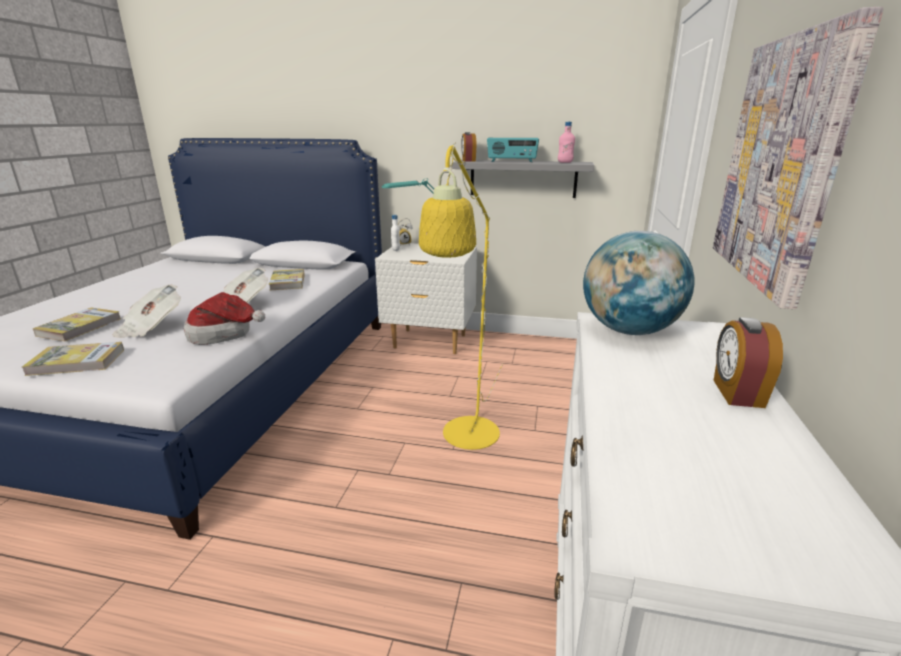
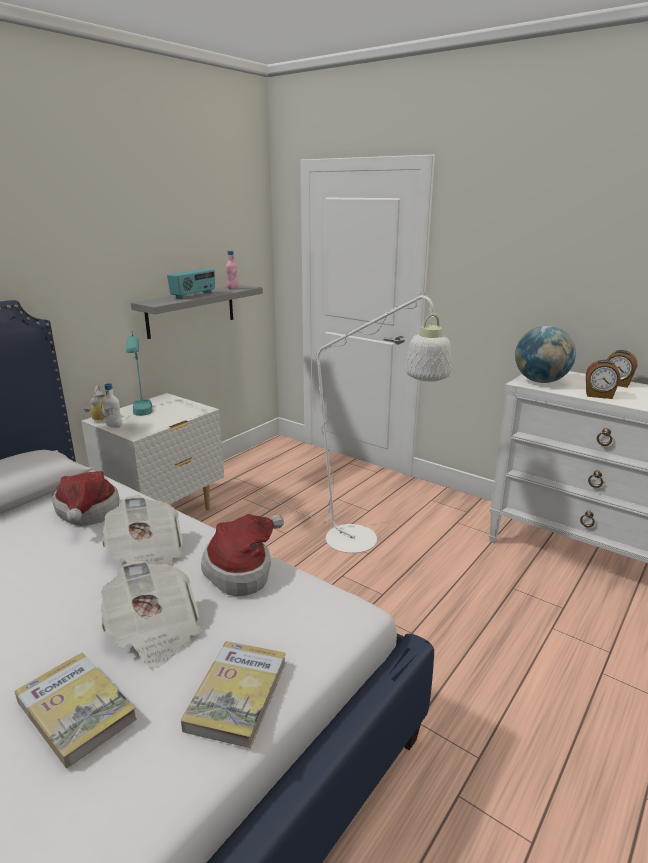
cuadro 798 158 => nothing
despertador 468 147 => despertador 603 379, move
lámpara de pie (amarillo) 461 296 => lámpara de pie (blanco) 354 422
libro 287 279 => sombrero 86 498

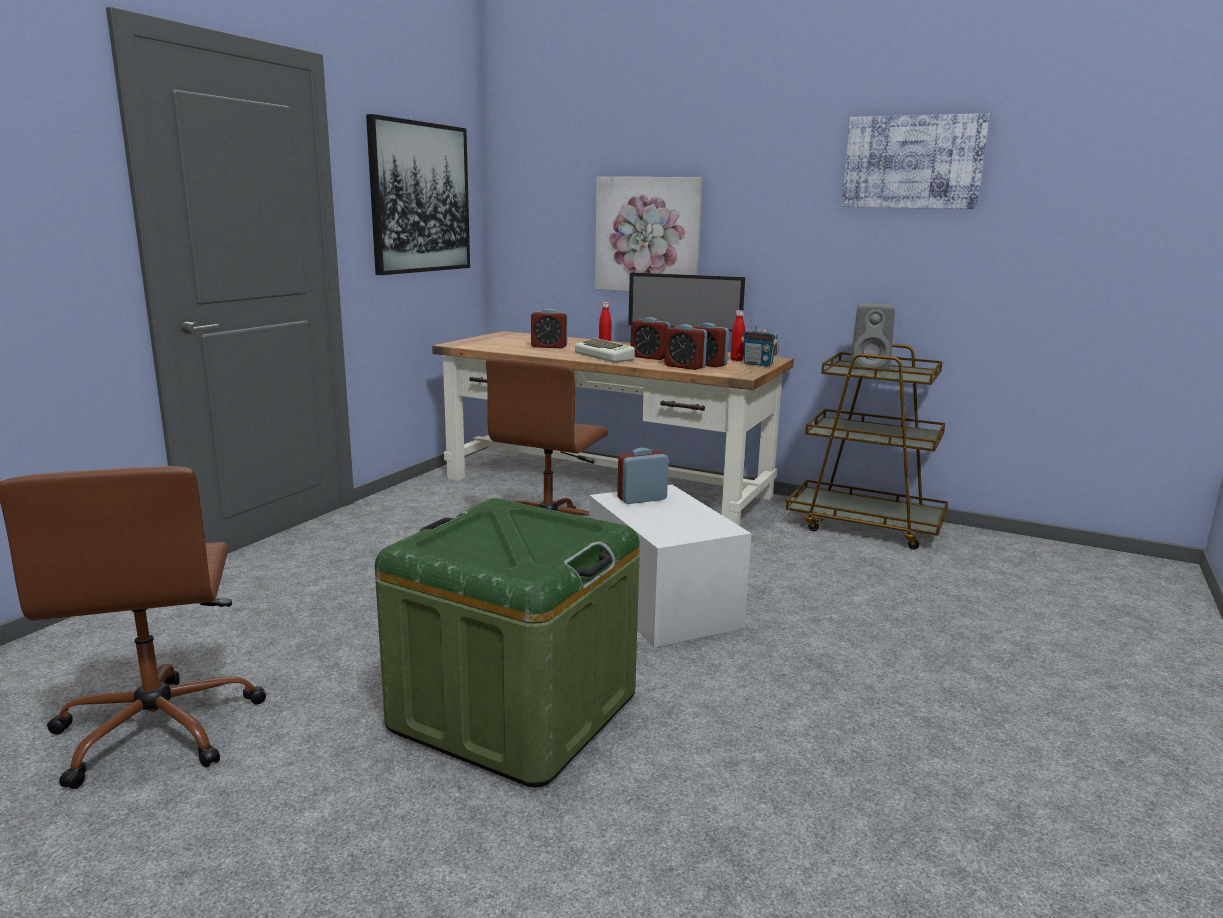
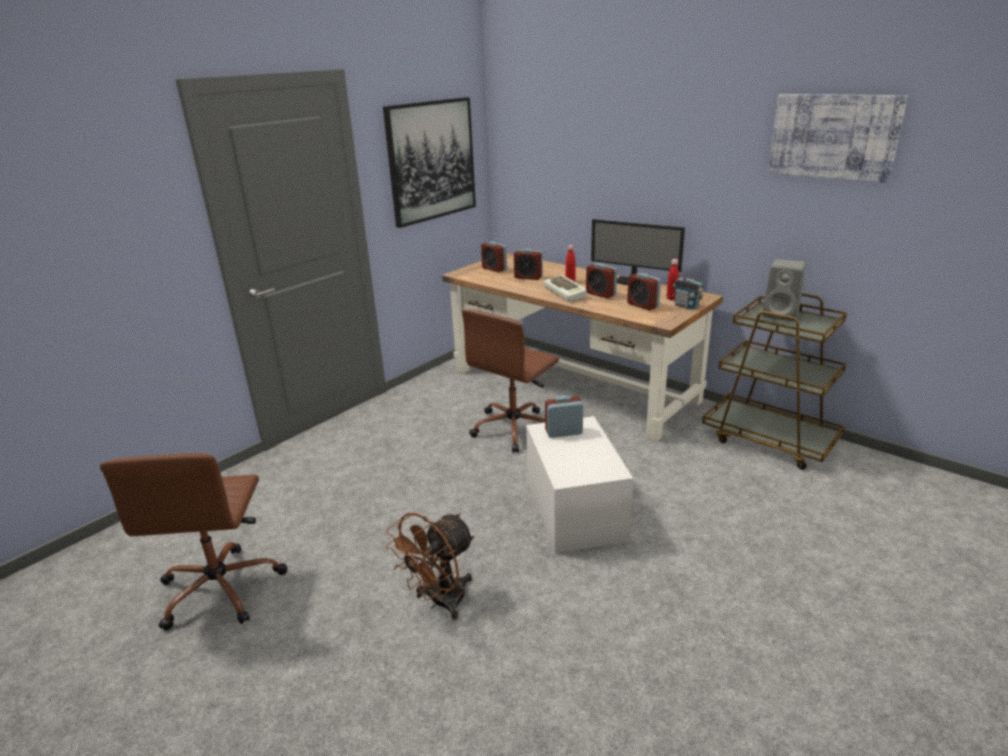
cuadro 648 234 => nothing
despertador 686 347 => despertador 494 256, move
caja de almacenaje (verde) 507 643 => ventilador (marrón) 430 566

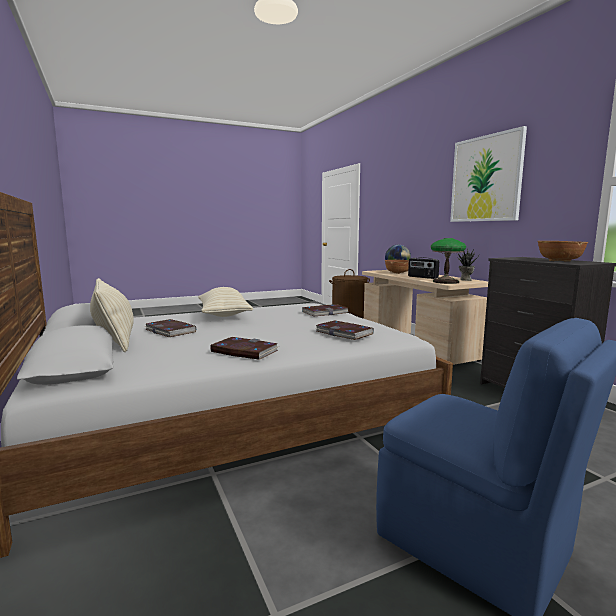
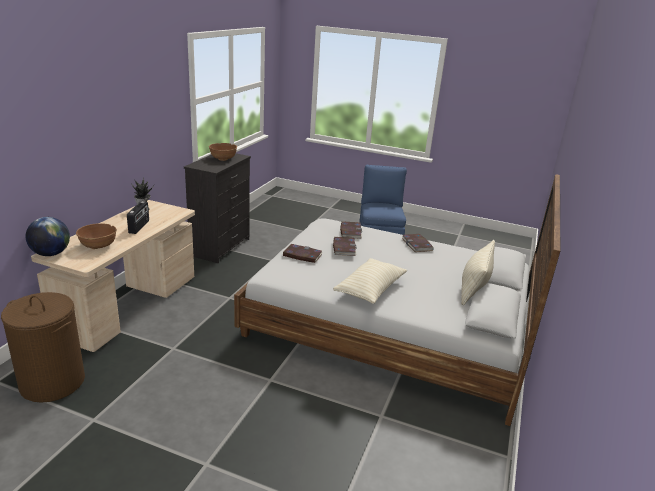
cuadro 488 174 => nothing
lámpara de mesa 448 261 => nothing
libro 170 328 => libro 344 246, move

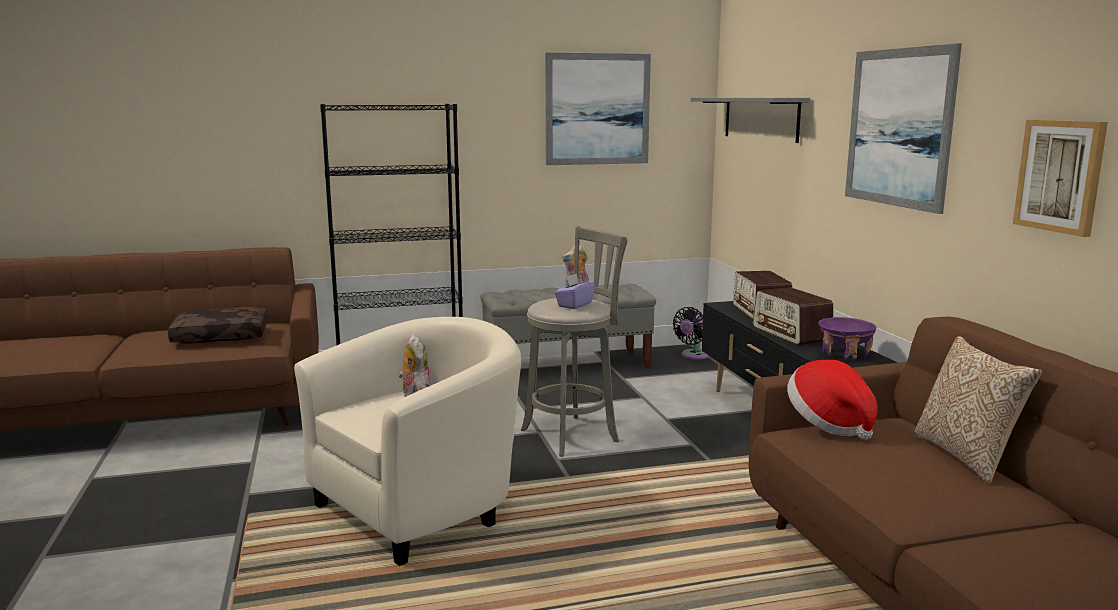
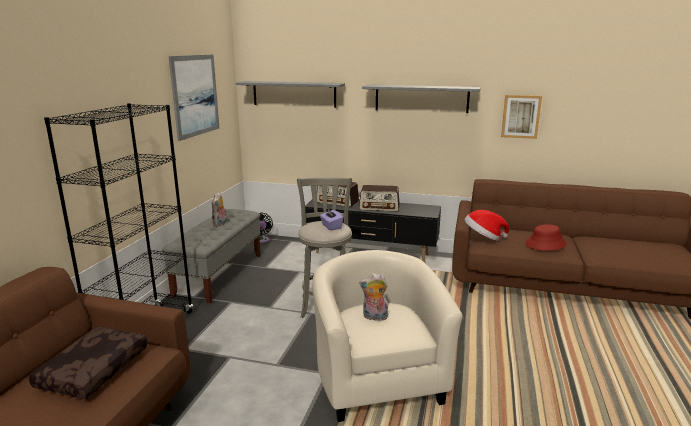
cuadro 903 128 => estante (gris) 421 99
cuenco (morado) 847 338 => nothing
cojín 978 410 => nothing
nothing => sombrero (rojo) 546 237

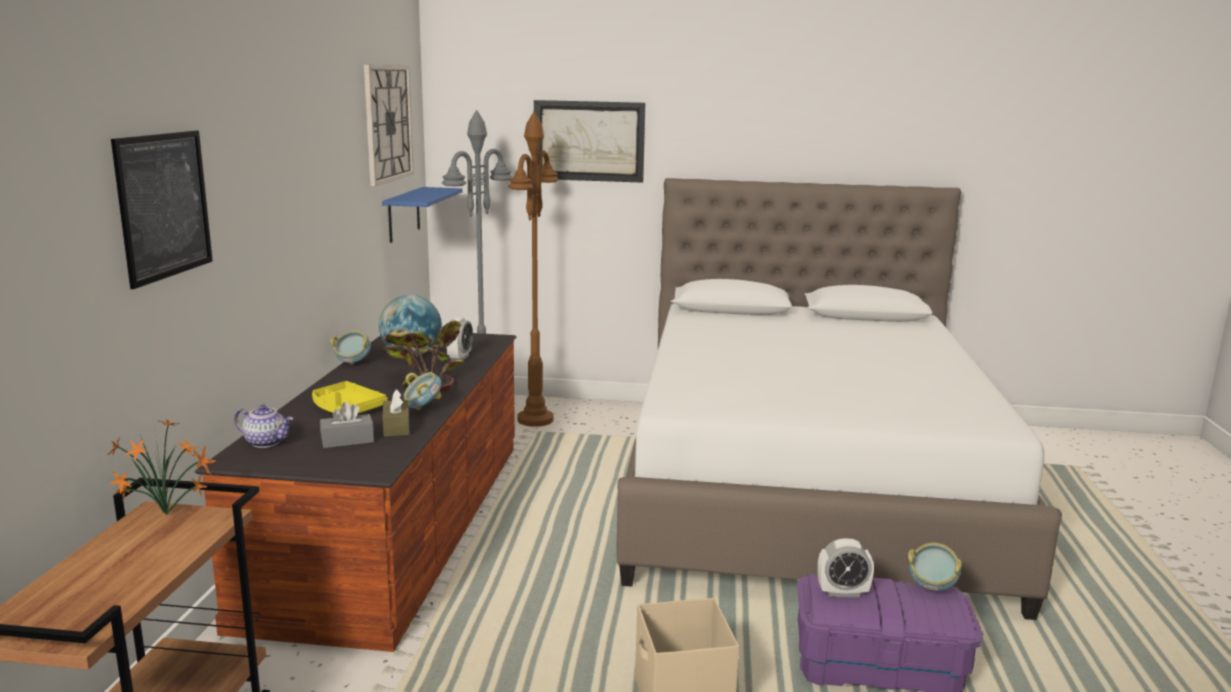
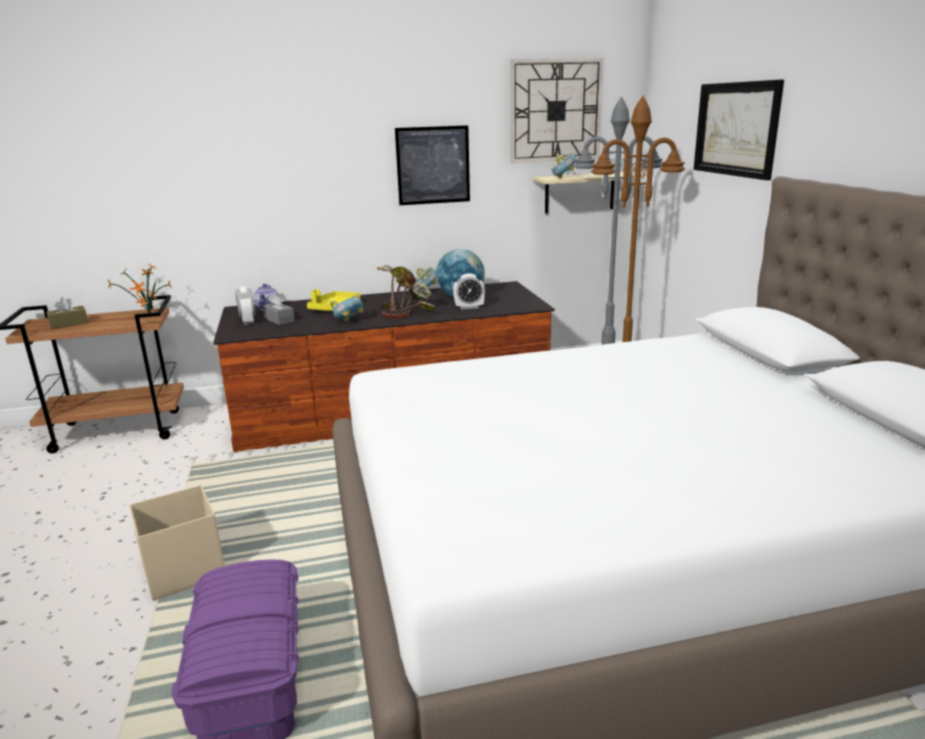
cuadro 162 210 => cuadro 432 165, move
estante (azul) 422 215 => estante (beis) 589 193
caja de pañuelos (marrón) 396 413 => caja de pañuelos (marrón) 67 313, move
despertador 846 567 => despertador 245 305, move
cuenco 935 567 => cuenco 563 165, move

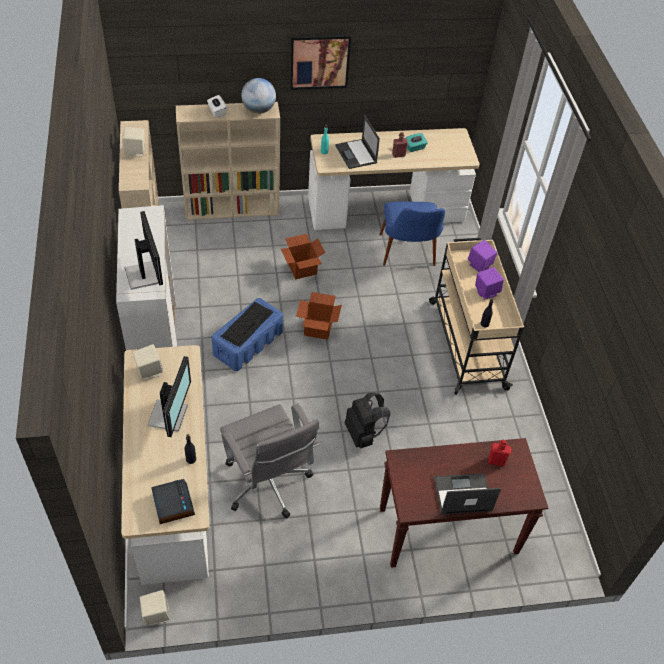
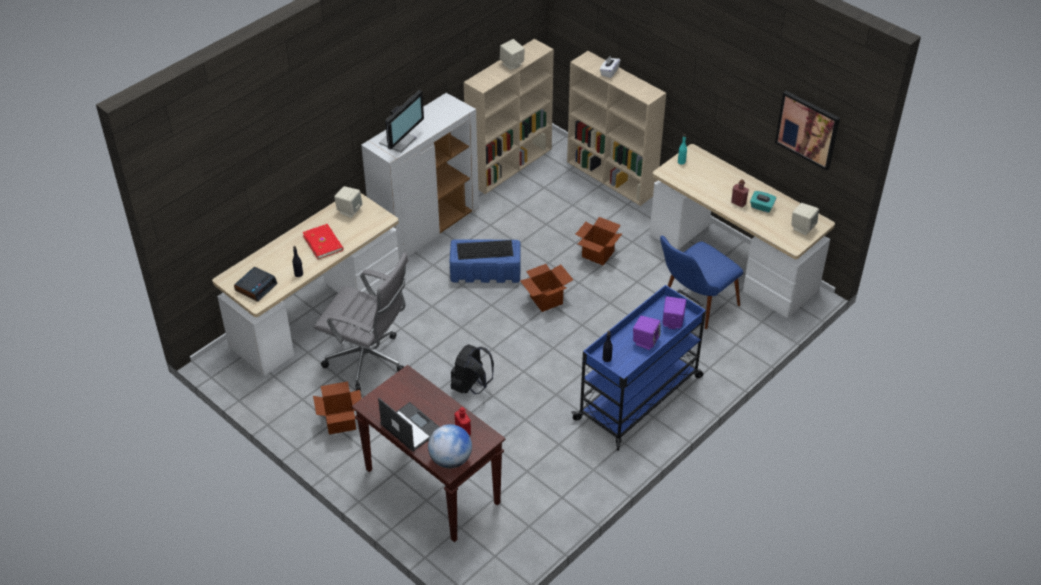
cuadro 320 62 => cuadro 807 131, move
globo terráqueo 258 96 => globo terráqueo 450 446, move
portátil 357 142 => nothing
carrito (beis) 476 316 => carrito (azul) 638 368
monitor 169 396 => libro (rojo) 323 241
silla de oficina (gris) 270 461 => silla de oficina (gris) 361 321, 90 degrees counterclockwise
altavoz (beis) 155 607 => altavoz (beis) 805 219, move
nothing => caja de cartón 337 408

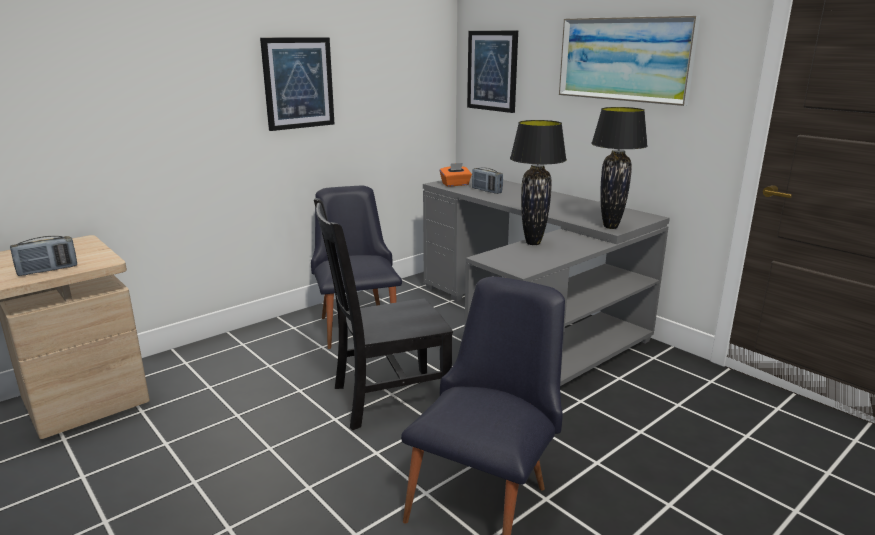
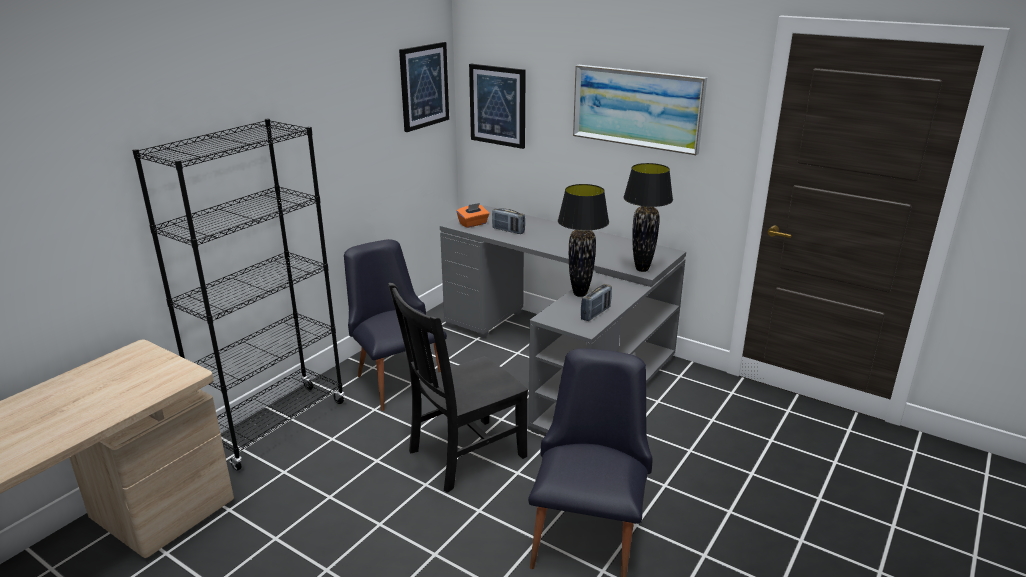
cuadro 297 84 => cuadro 424 87, move
radio 43 256 => radio 596 302, move
nothing => estantería (negro) 238 295

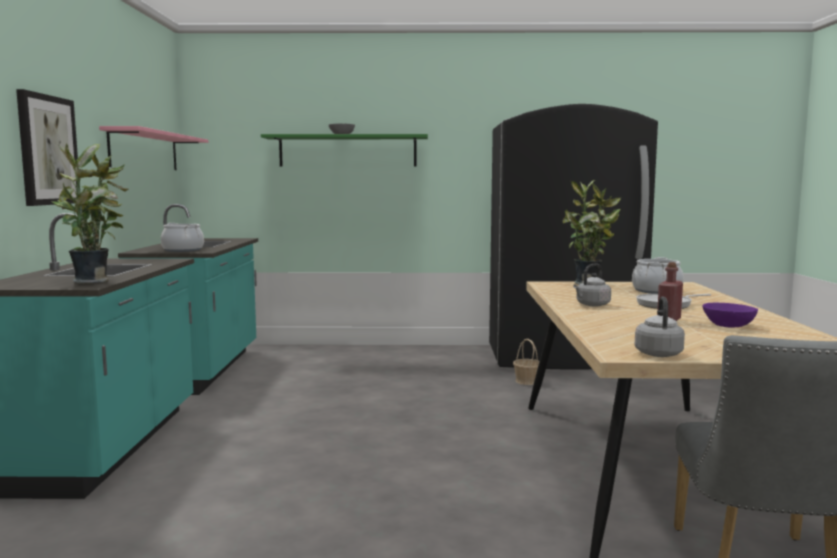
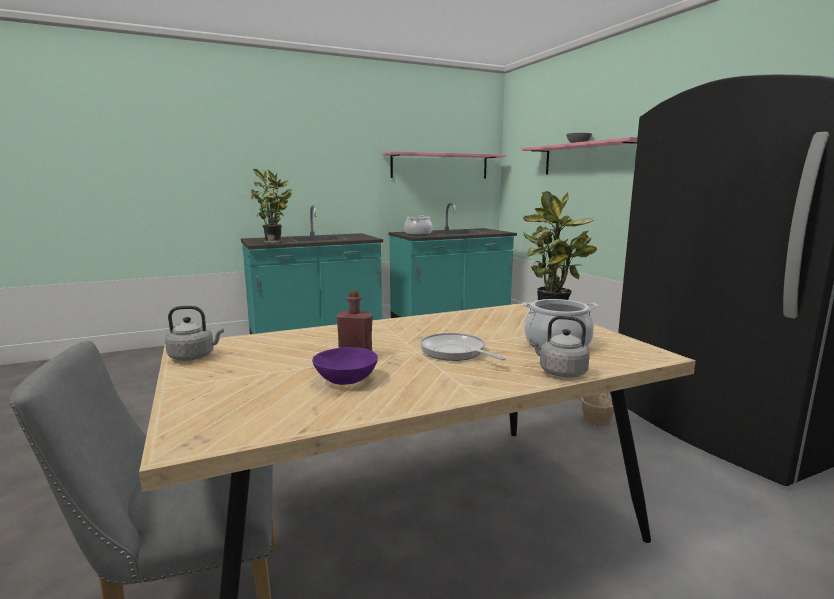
cuadro 47 147 => nothing
estante (verde) 344 150 => estante (rosa) 579 155
hervidor (gris) 592 285 => hervidor (gris) 560 346, move

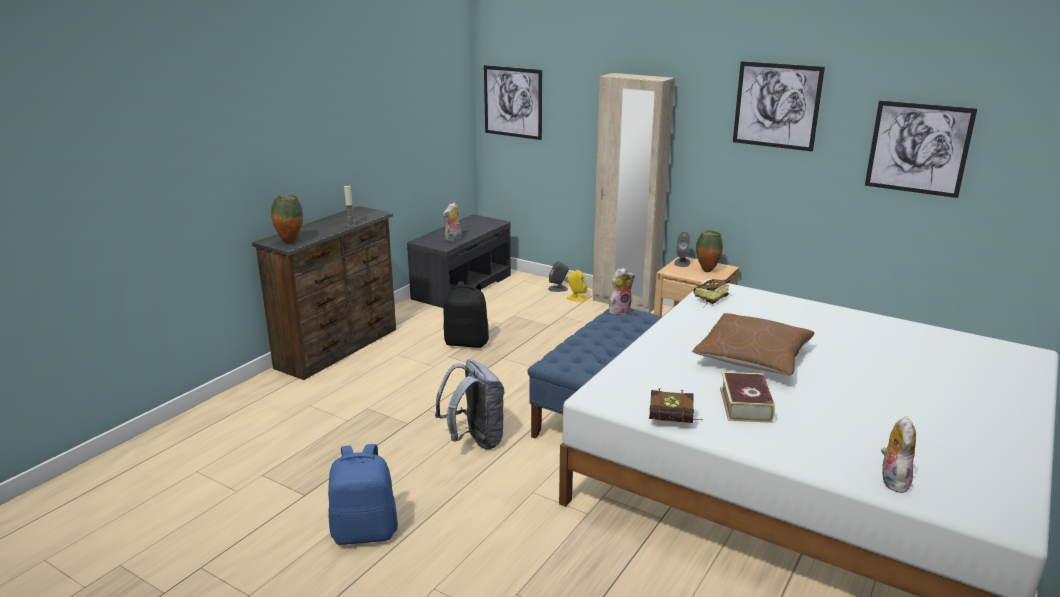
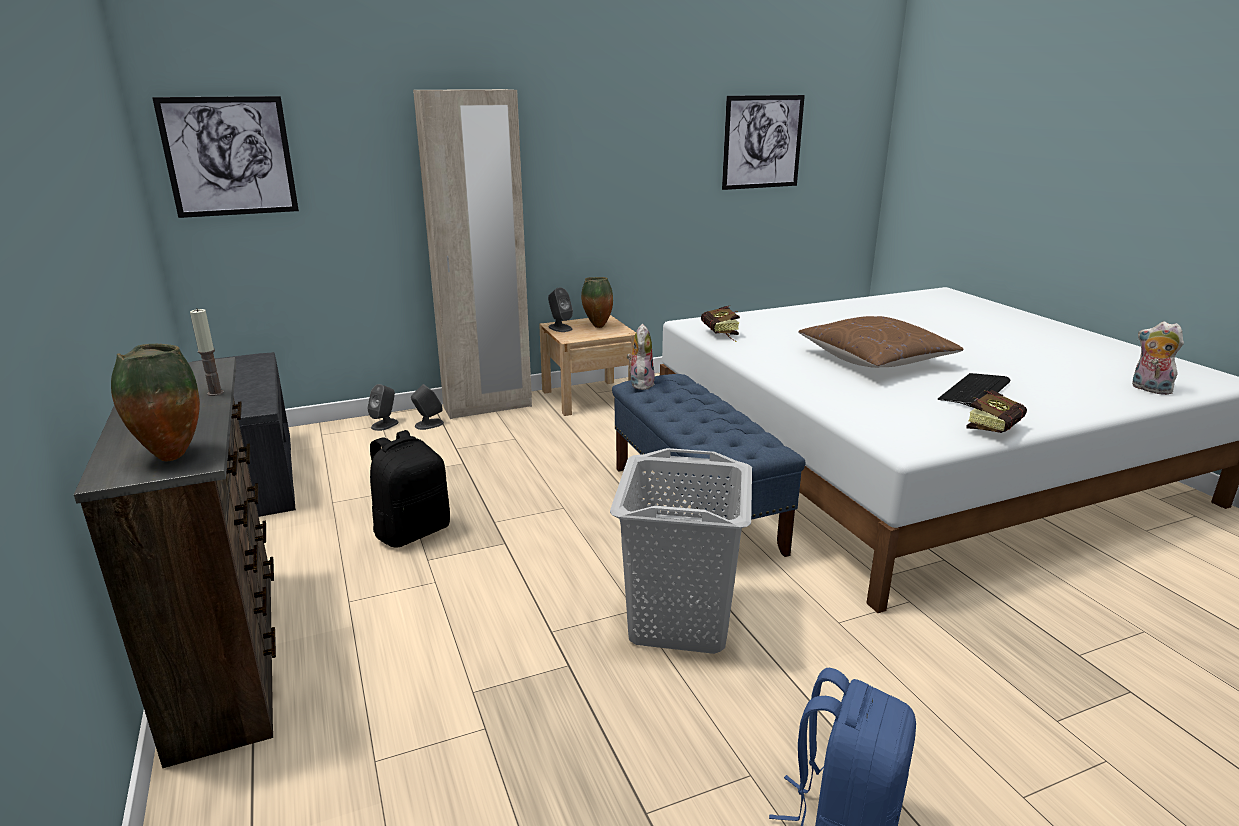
cuadro 779 106 => nothing
peluche 452 221 => nothing
altavoz (amarillo) 577 286 => altavoz (gris) 427 407
mochila (gris) 470 404 => cesto de la ropa (gris) 681 551
libro 747 397 => teclado 974 390

